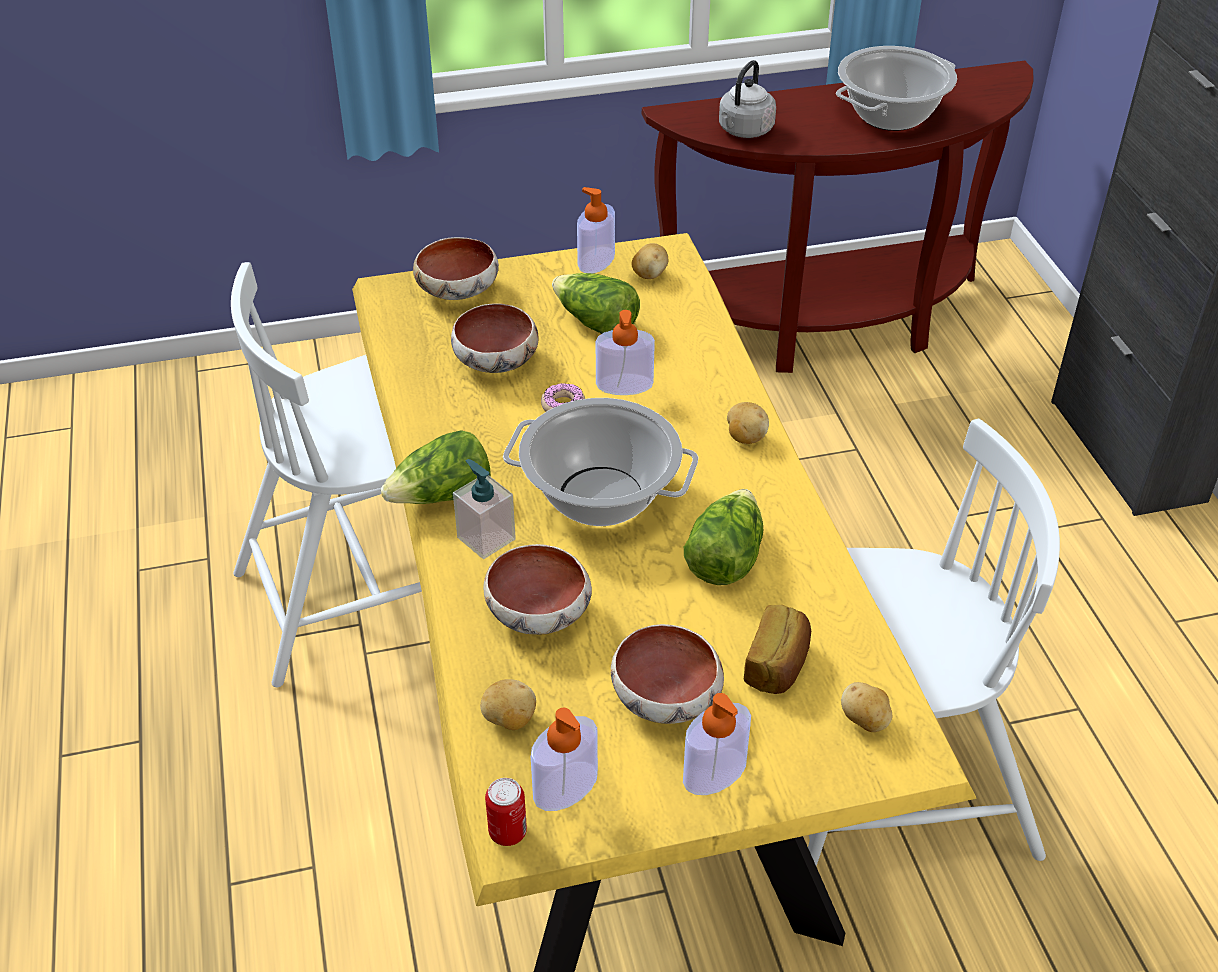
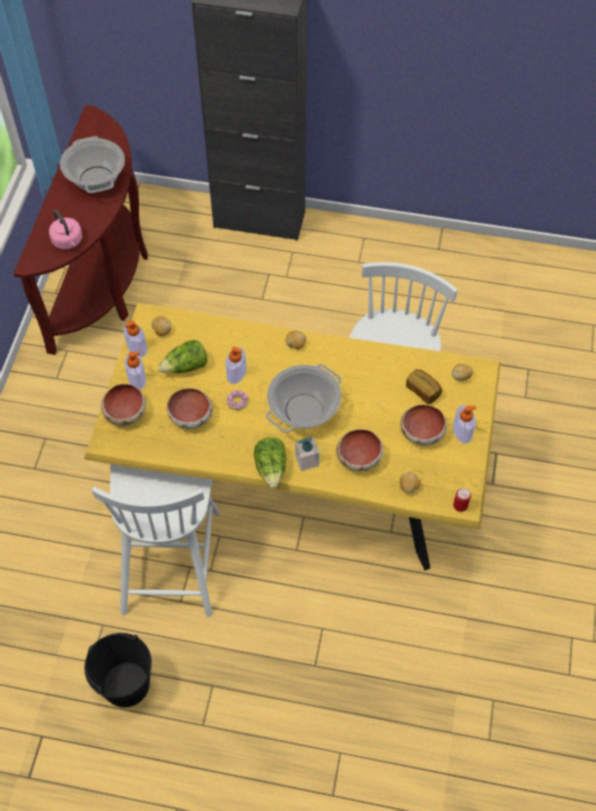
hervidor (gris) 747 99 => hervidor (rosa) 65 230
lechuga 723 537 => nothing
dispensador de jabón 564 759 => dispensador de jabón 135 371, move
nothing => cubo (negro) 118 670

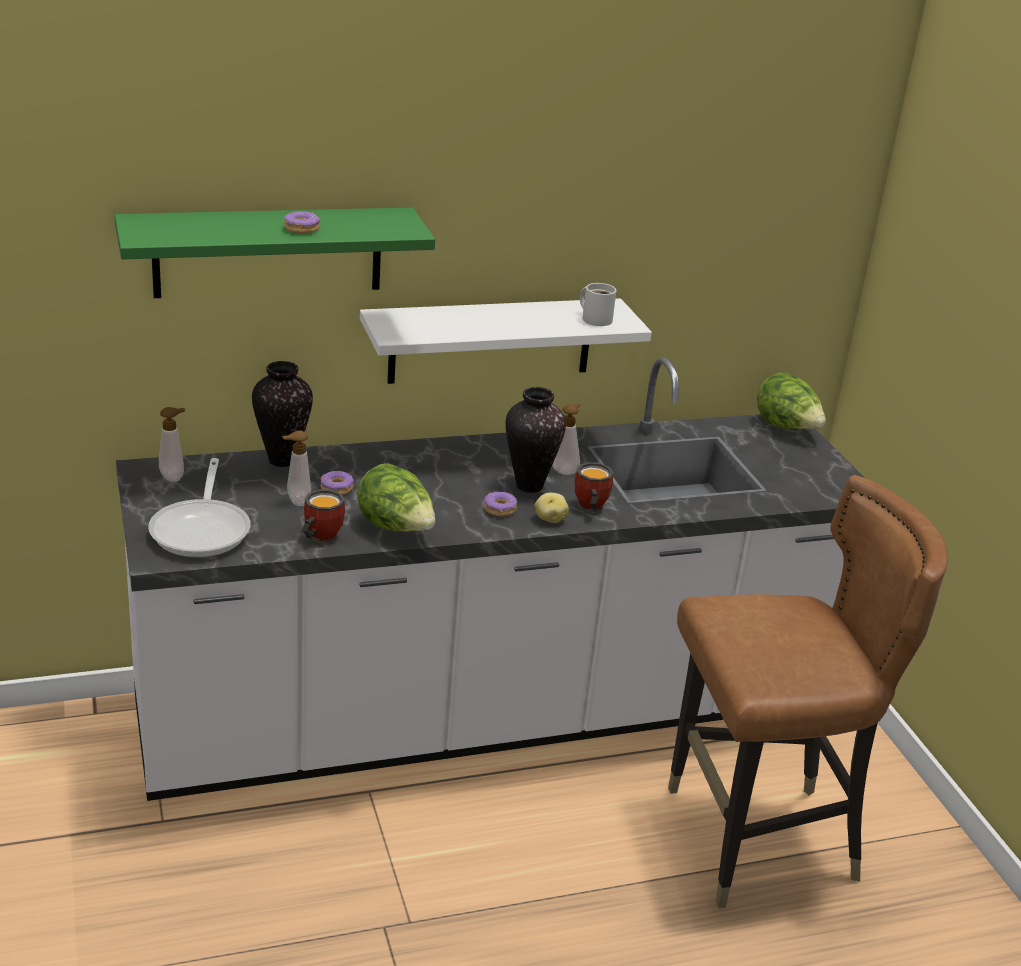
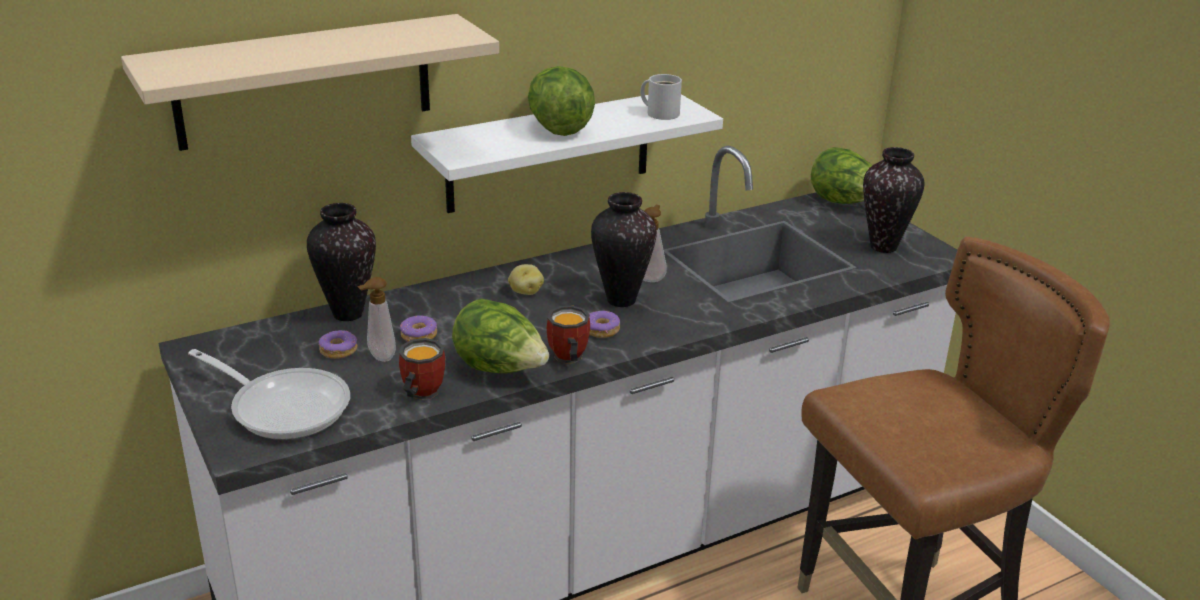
estante (verde) 274 253 => estante (beis) 310 82
rosquilla 302 222 => rosquilla 338 344, move
dispensador de jabón 172 444 => nothing
sartén 199 508 => sartén 269 394, 45 degrees counterclockwise
taza grande 594 487 => taza grande 568 335, move
patata 551 508 => patata 526 279, move
nothing => lechuga 561 101
nothing => florero 894 200

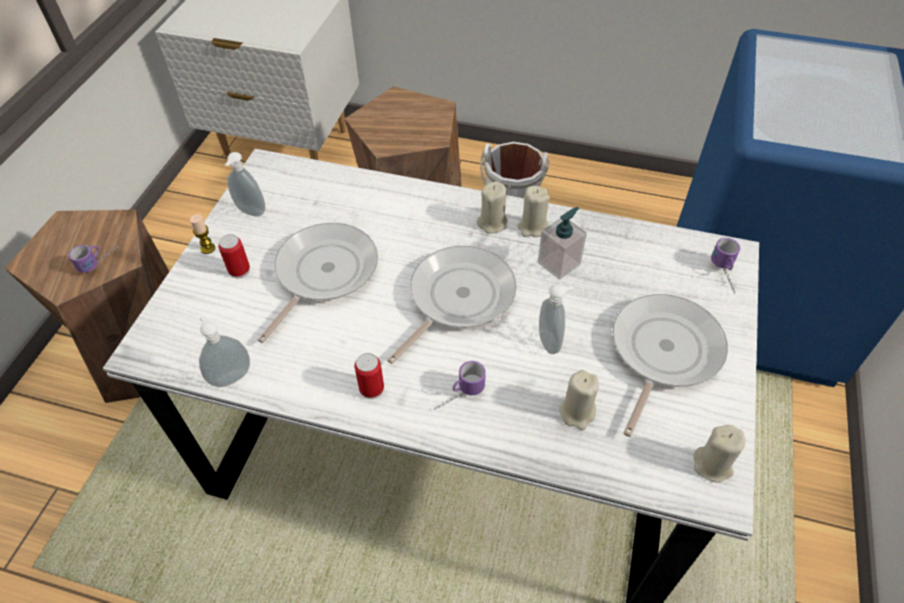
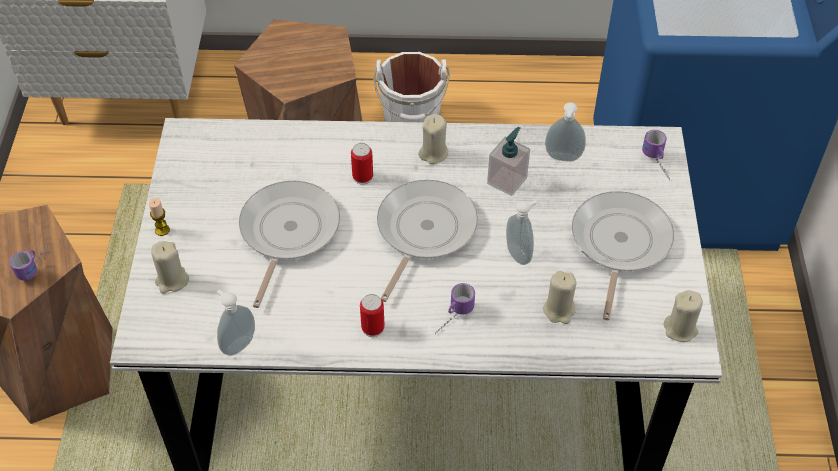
dispensador de jabón 245 184 => dispensador de jabón 565 132, move
vela (beis) 533 211 => vela (beis) 170 267, move
lata 234 256 => lata 362 163, move

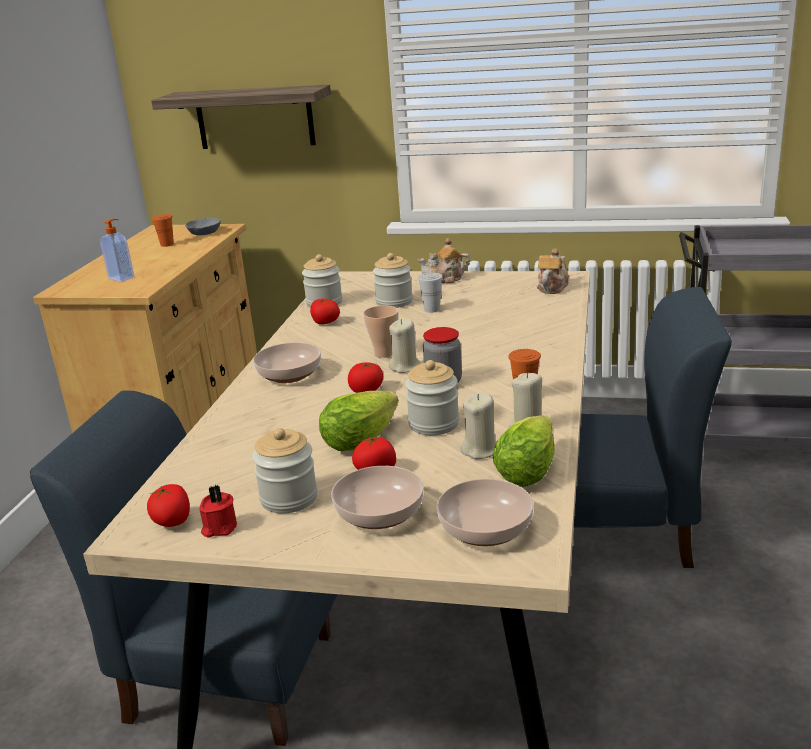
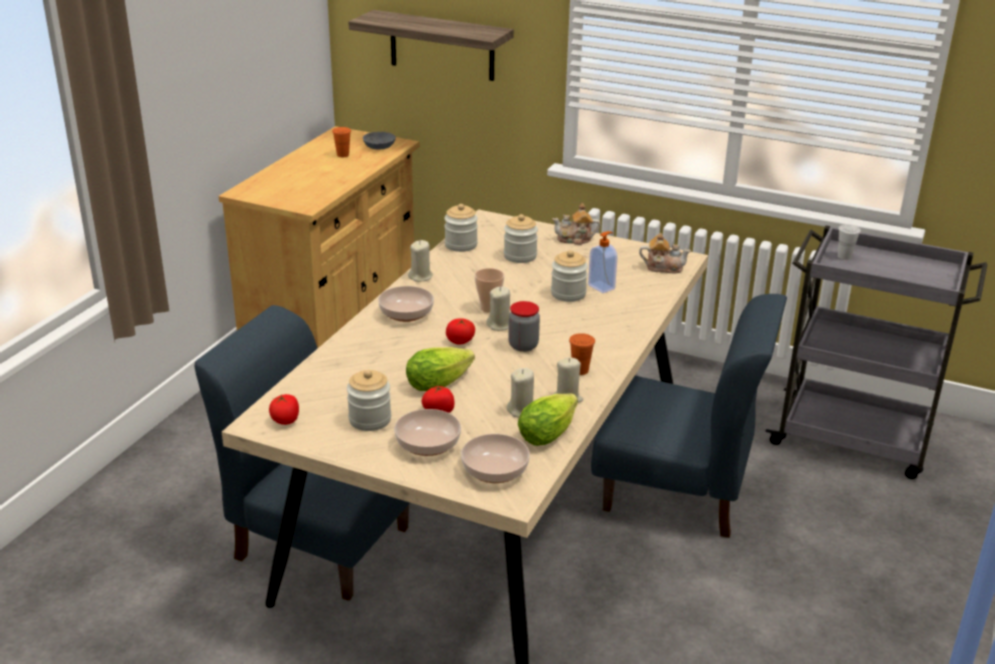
dispensador de jabón 117 250 => dispensador de jabón 603 262, move
tetera 553 271 => tetera 665 253, 60 degrees clockwise
taza (blanco) 430 293 => taza (blanco) 849 242, move
tomate 325 312 => nothing
tarro 432 397 => tarro 569 276, move
vela (rojo) 218 511 => nothing
nothing => vela (beis) 420 261

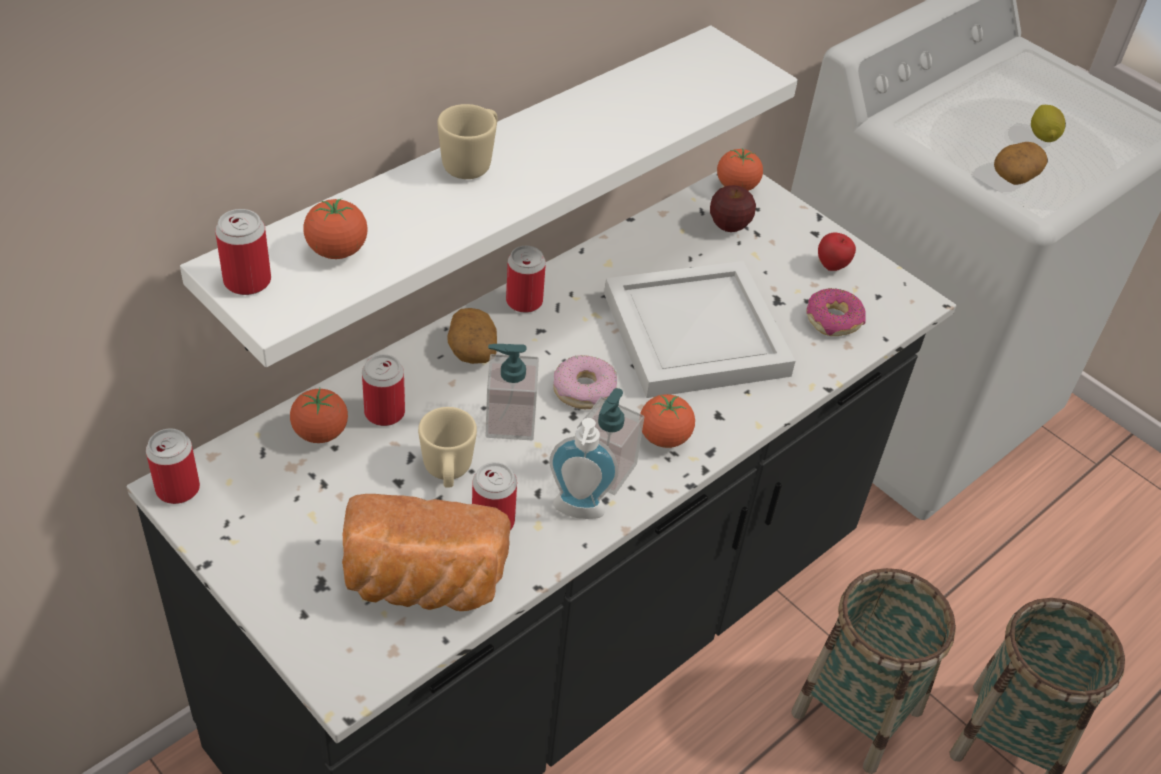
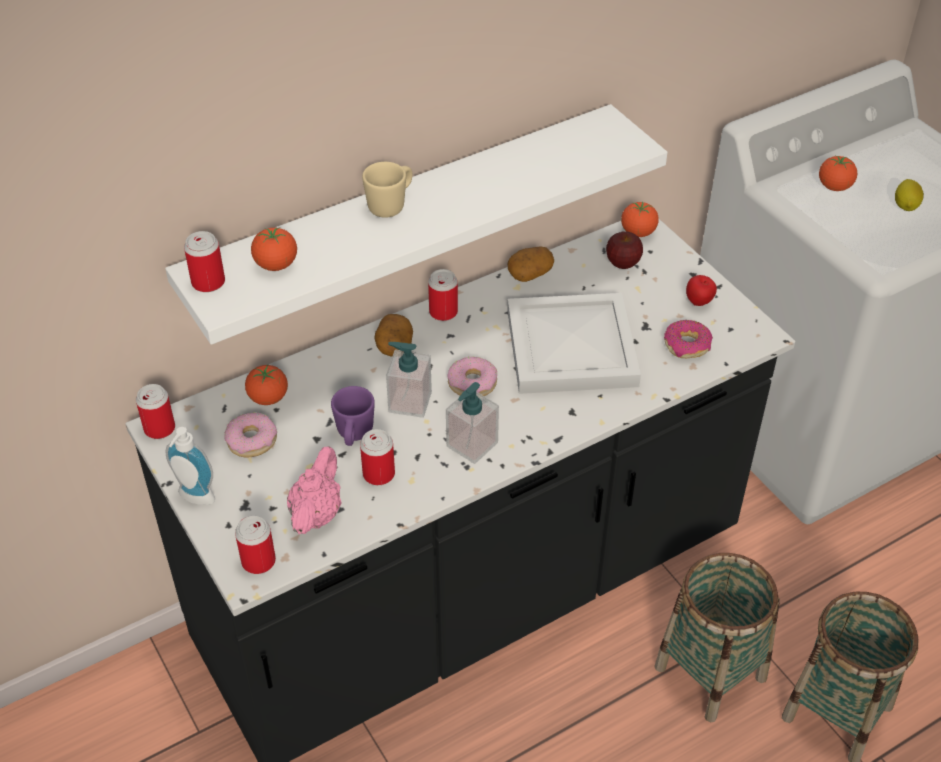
patata 1021 163 => patata 531 264, move
lata 383 390 => lata 255 545, move
tomate 667 421 => tomate 838 173, move
taza grande (beis) 447 447 => taza grande (morado) 353 416
dispensador de jabón 584 468 => dispensador de jabón 190 466, move
pan 426 552 => tetera (rosa) 314 490
nothing => rosquilla 250 434

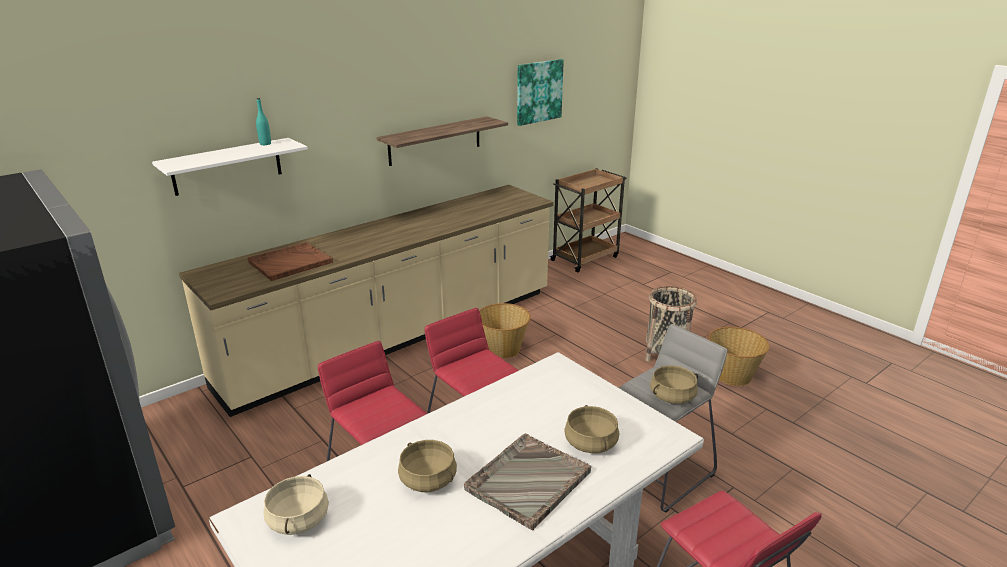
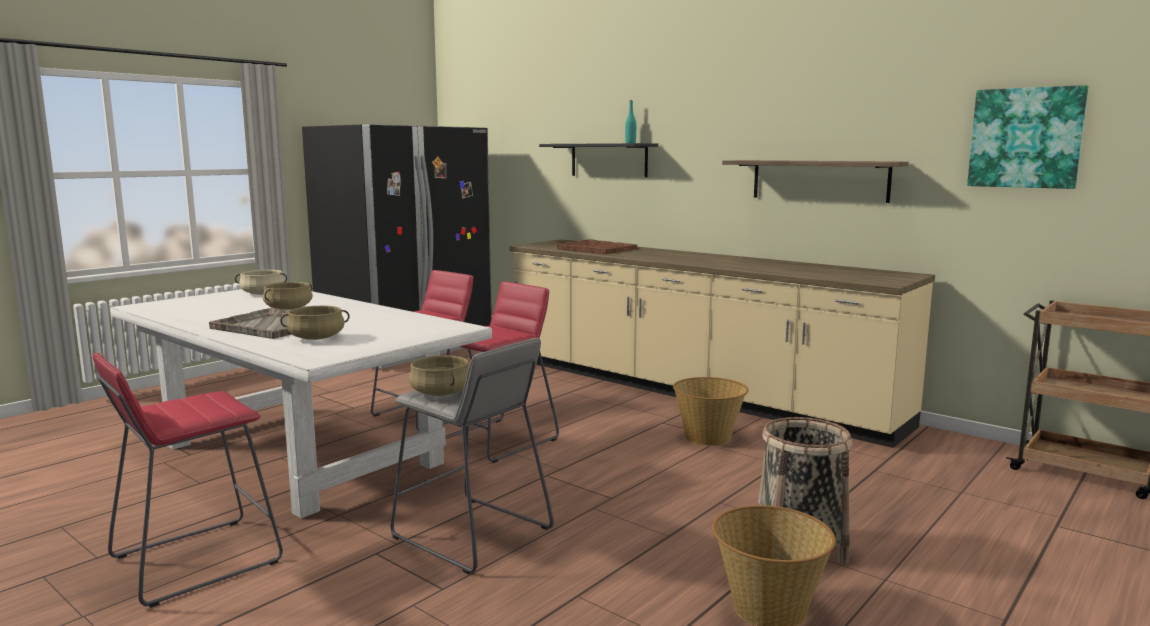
estante (blanco) 230 167 => estante (negro) 598 160

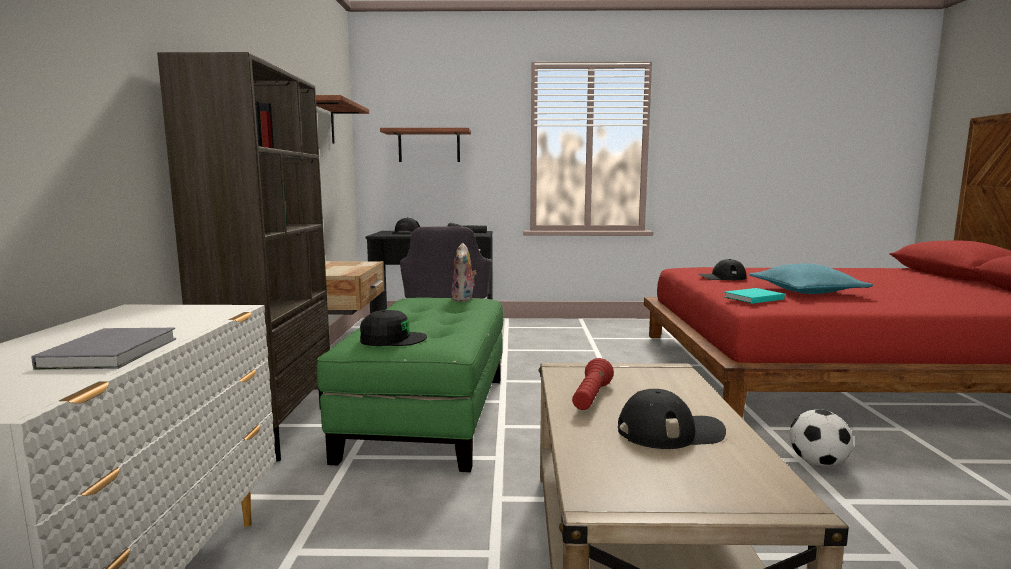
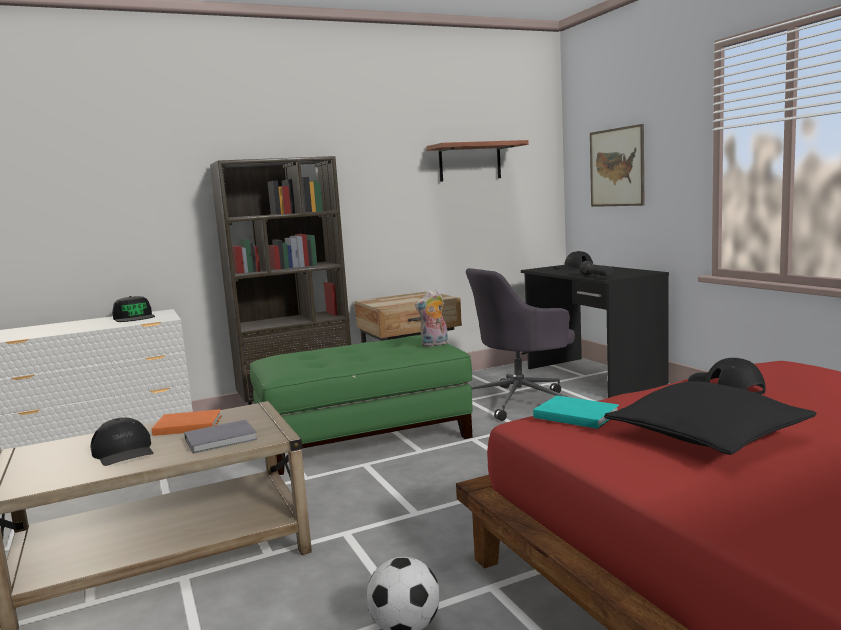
estante 425 145 => cuadro 617 165
cojín (turquesa) 811 278 => cojín (negro) 710 418
gorra (negro) 393 328 => gorra (negro) 133 309, move
libro (gris) 103 349 => libro (gris) 220 436, move
linterna (rojo) 593 384 => libro (naranja) 187 422

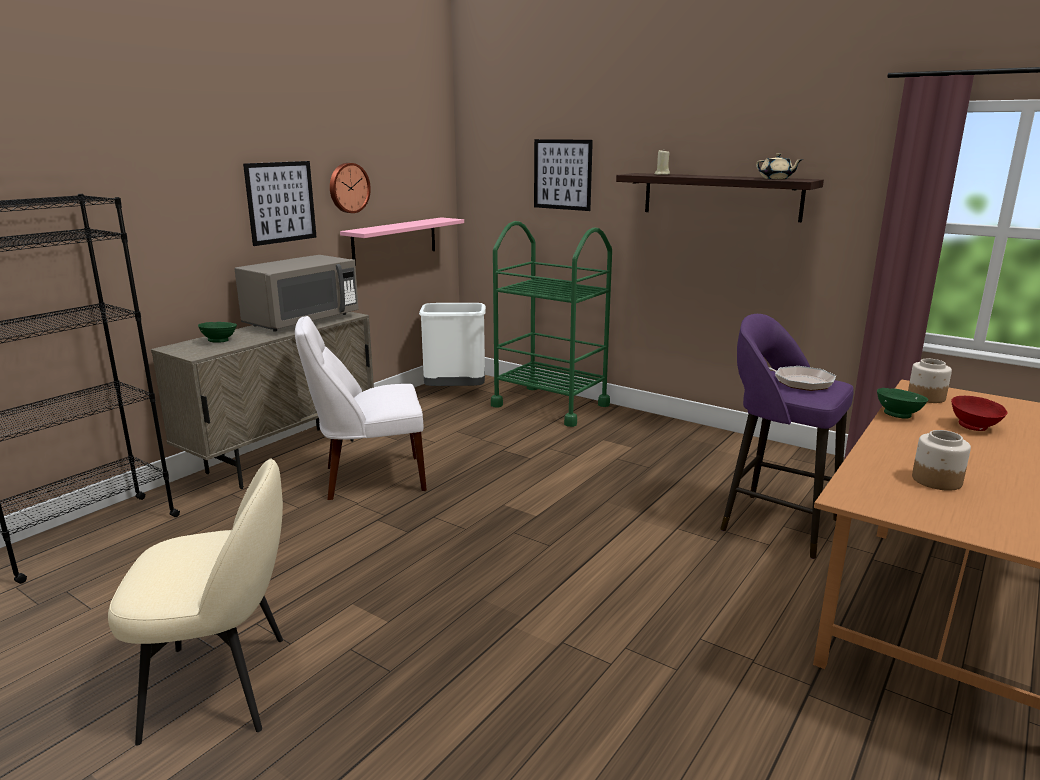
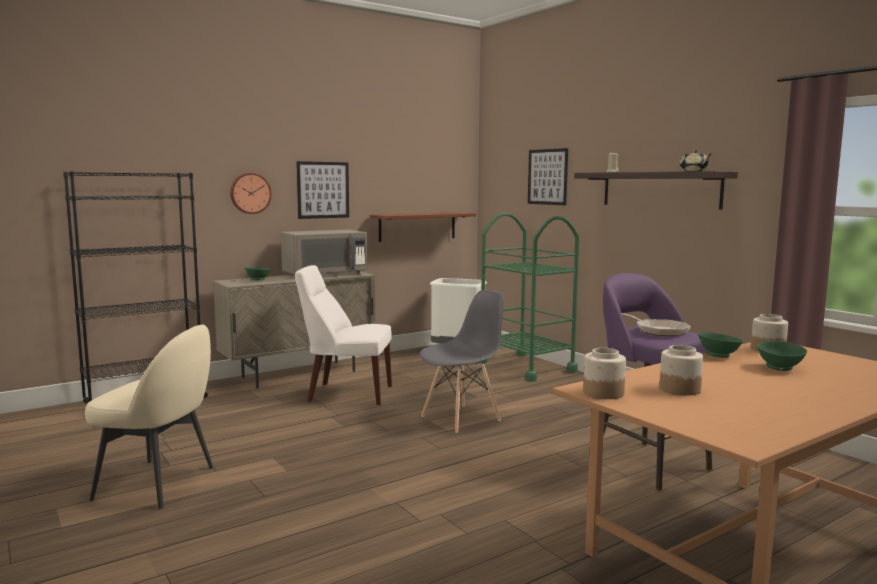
reloj de pared 350 188 => reloj de pared 251 193, move
estante (rosa) 402 241 => estante (marrón) 423 227
cuenco (rojo) 979 413 => cuenco (verde) 782 356
nothing => silla (gris) 462 361
nothing => tarro 604 373

